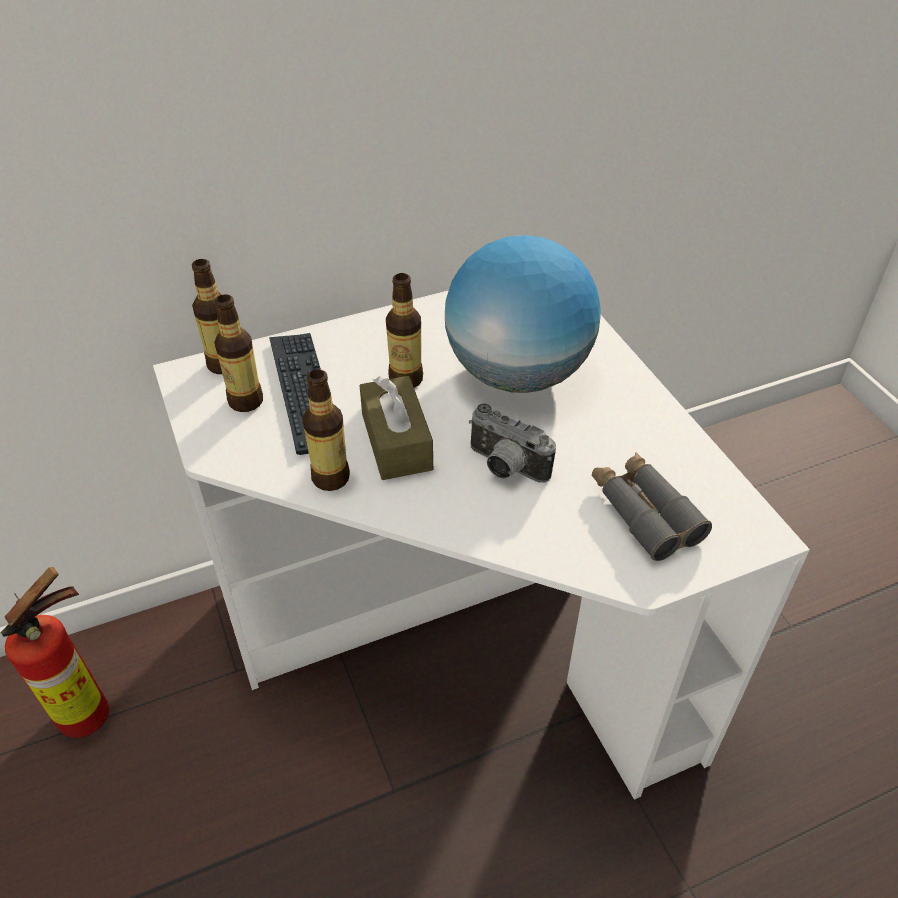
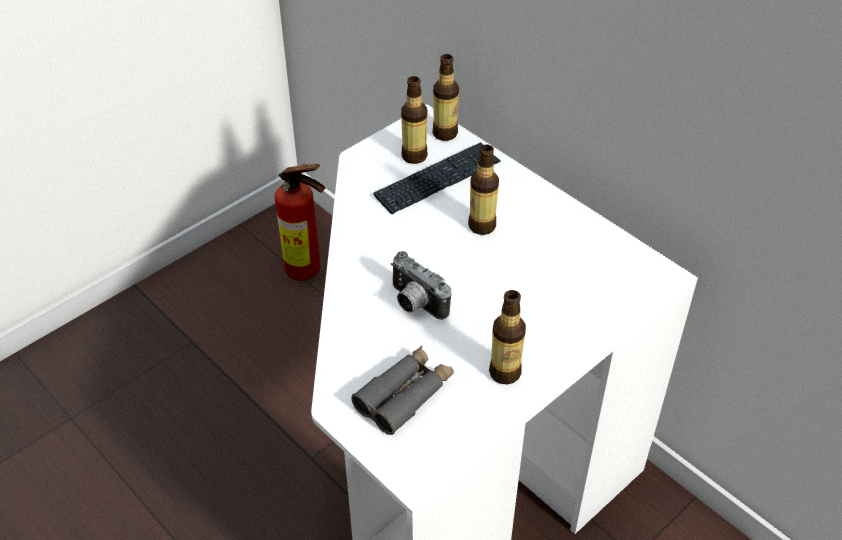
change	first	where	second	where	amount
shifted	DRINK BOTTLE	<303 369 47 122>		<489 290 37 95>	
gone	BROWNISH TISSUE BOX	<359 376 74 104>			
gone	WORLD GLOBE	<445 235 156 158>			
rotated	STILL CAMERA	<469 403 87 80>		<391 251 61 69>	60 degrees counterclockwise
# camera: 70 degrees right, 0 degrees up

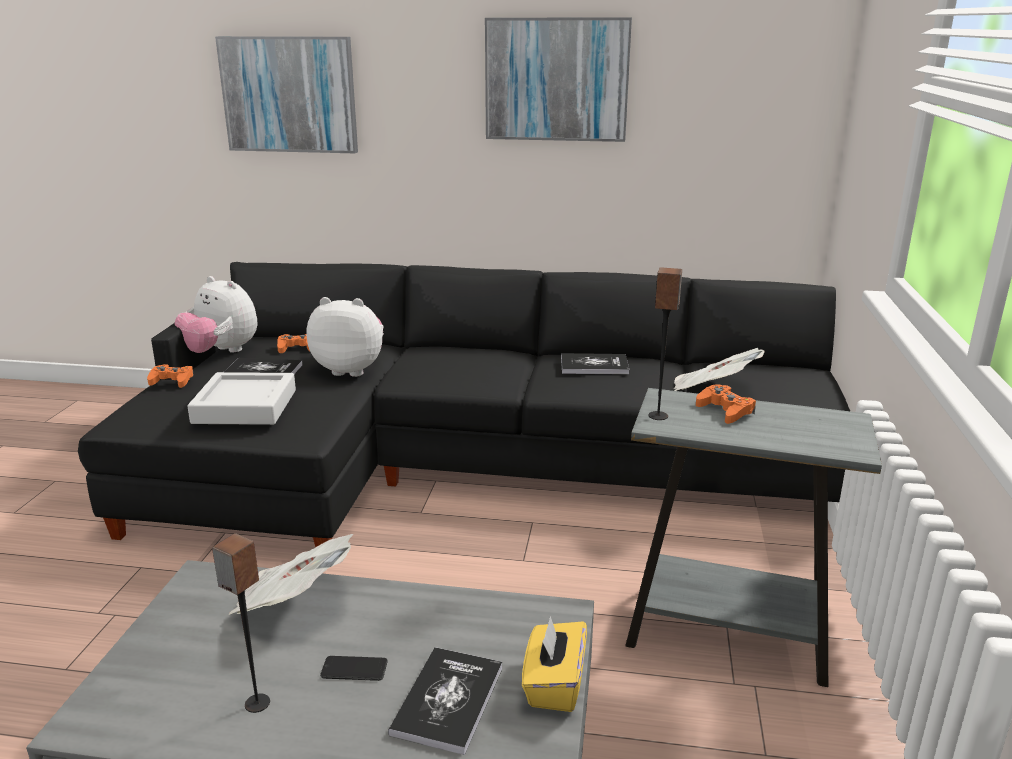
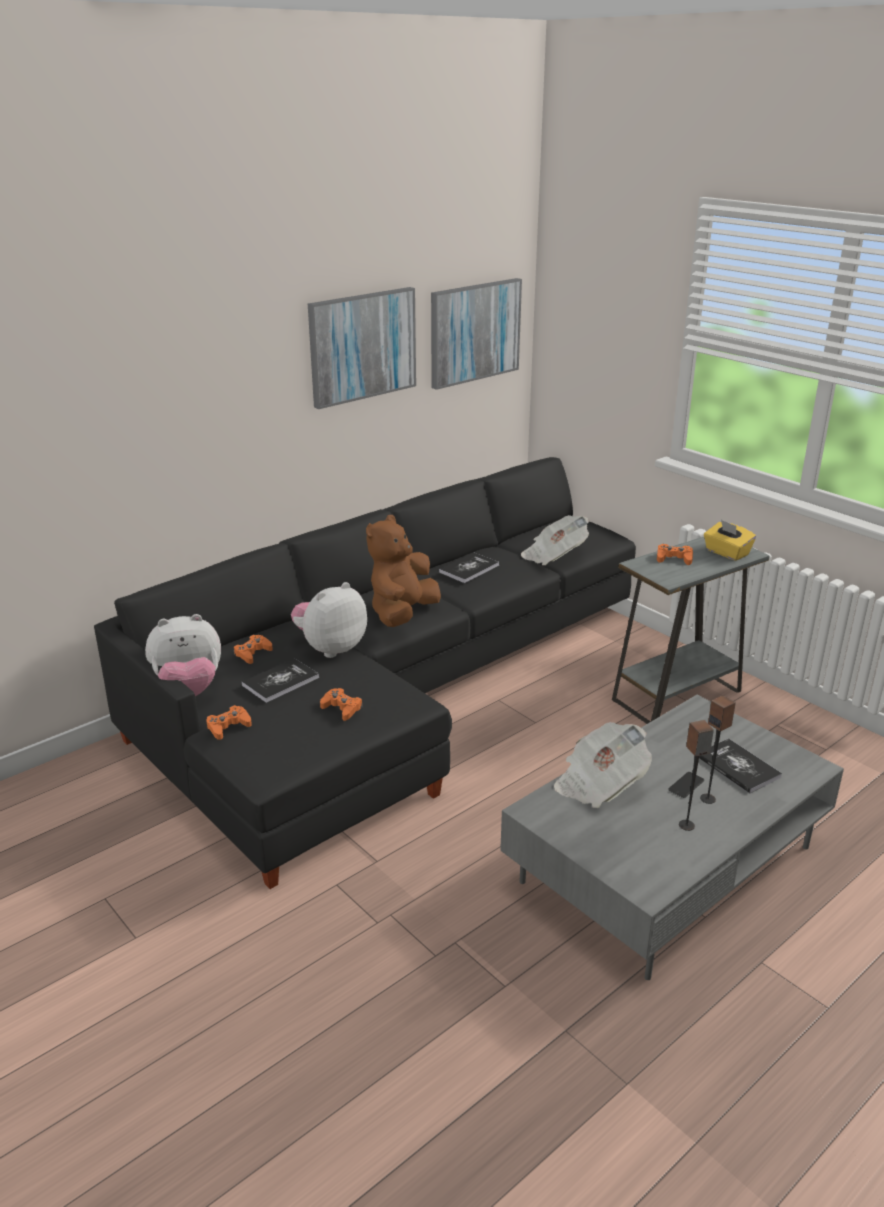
change	first	where	second	where	amount
swapped	GRAY CARRYING TRAY	<187 372 109 53>	ORANGE-COLOURED JOYPAD	<320 688 43 33>	
shifted	PICTURE	<215 36 143 117>		<431 278 91 112>	
shifted	YELLOW-COLOURED TISSUE BOX	<522 616 65 96>		<704 520 52 41>	
shifted	SPEAKER	<648 267 34 153>		<700 695 36 109>	
new			BROWNISH SOFT TOY	<366 515 75 112>	
# camera: 50 degrees left, 5 degrees up

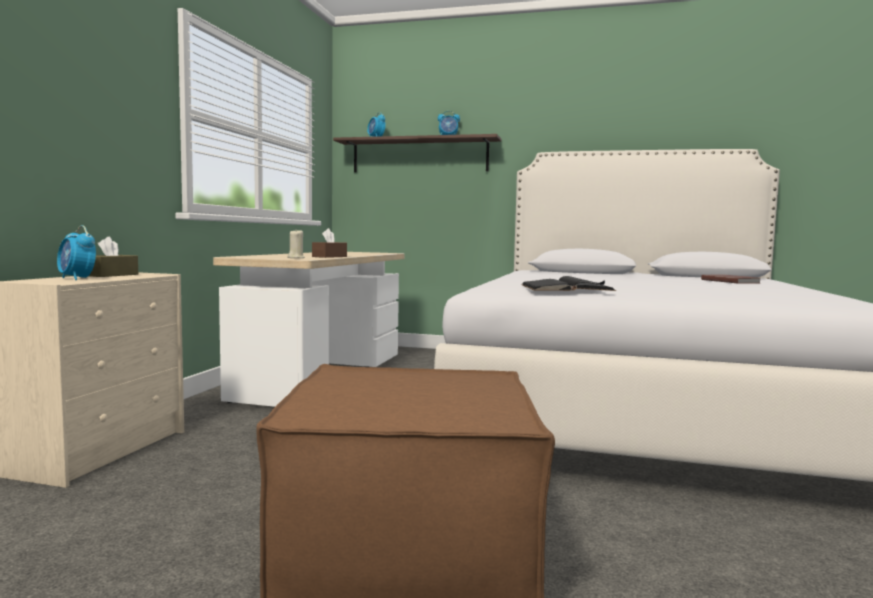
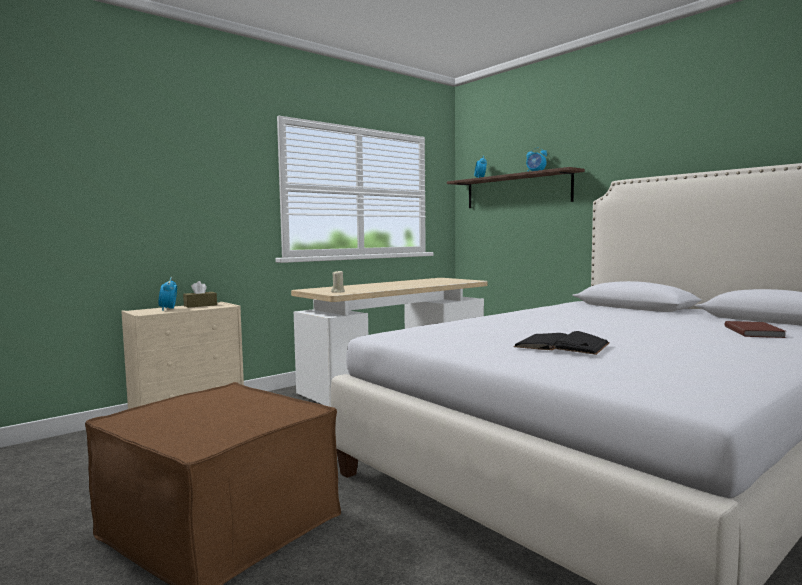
change	first	where	second	where	amount
gone	BROWNISH TISSUE BOX	<312 228 35 30>			
shifted	BLACK-COLOURED BOOK	<521 276 95 15>		<513 331 97 24>	
# camera: 35 degrees right, 0 degrees up

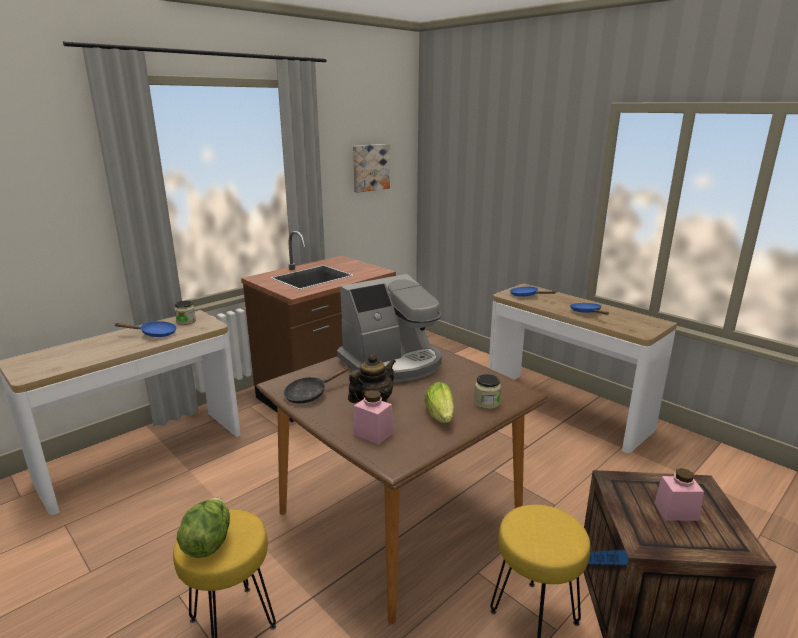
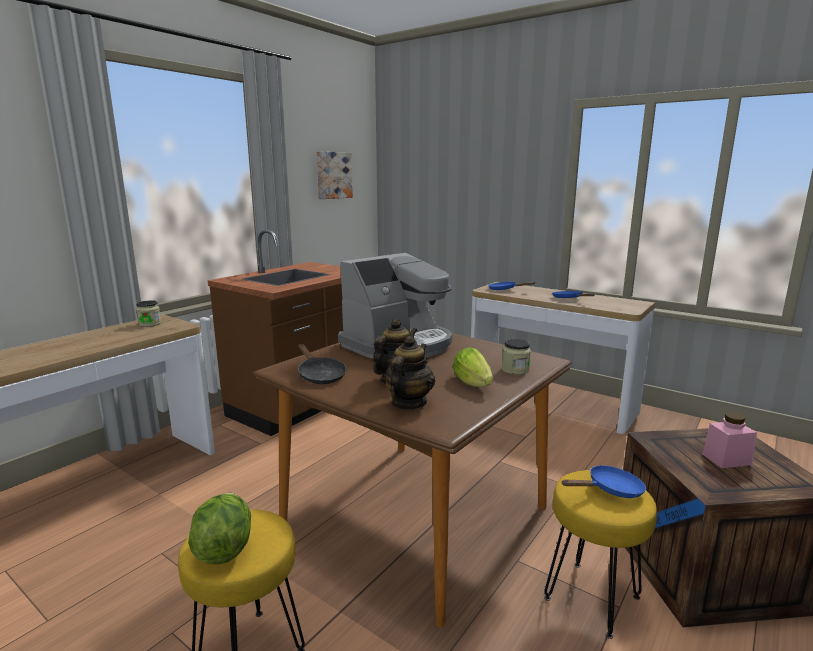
change	first	where	second	where	amount
shifted	BLUE-COLOURED FRYING PAN	<114 321 63 16>		<561 465 85 33>	
rotated	BLACK-COLOURED FRYING PAN	<284 367 64 37>		<298 344 48 40>	75 degrees counterclockwise
swapped	PINK-COLOURED JAR	<353 390 41 55>	TEAPOT	<384 336 51 73>	
# camera: 10 degrees left, 5 degrees down

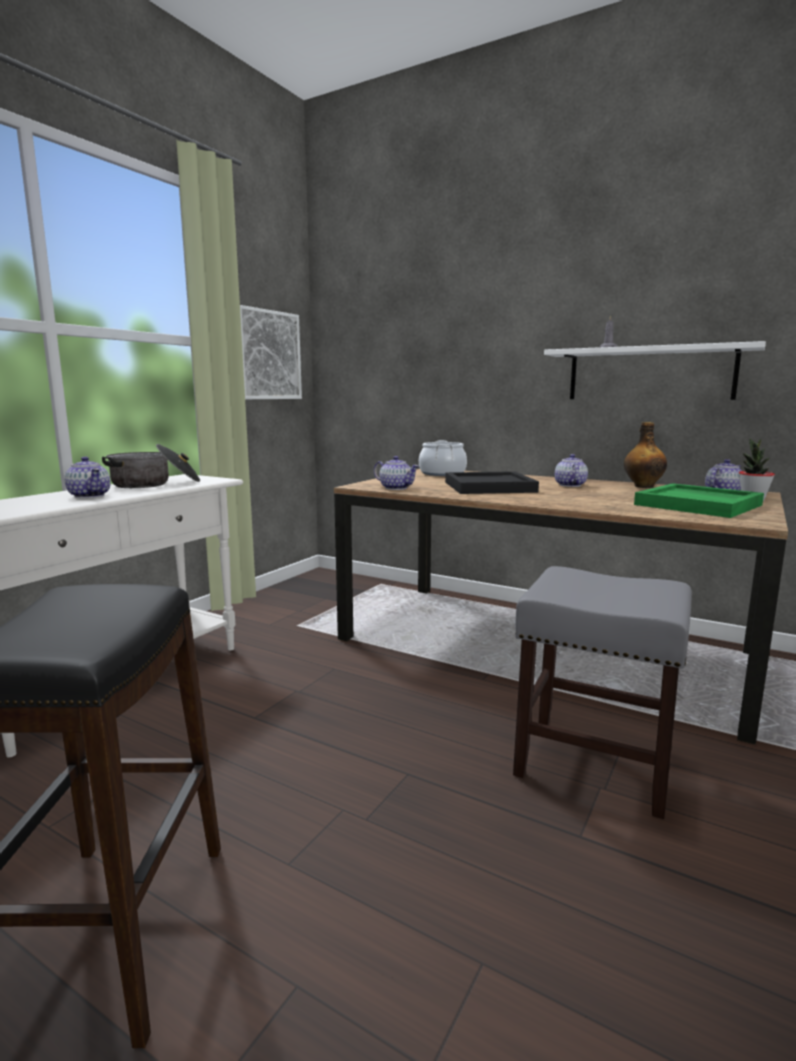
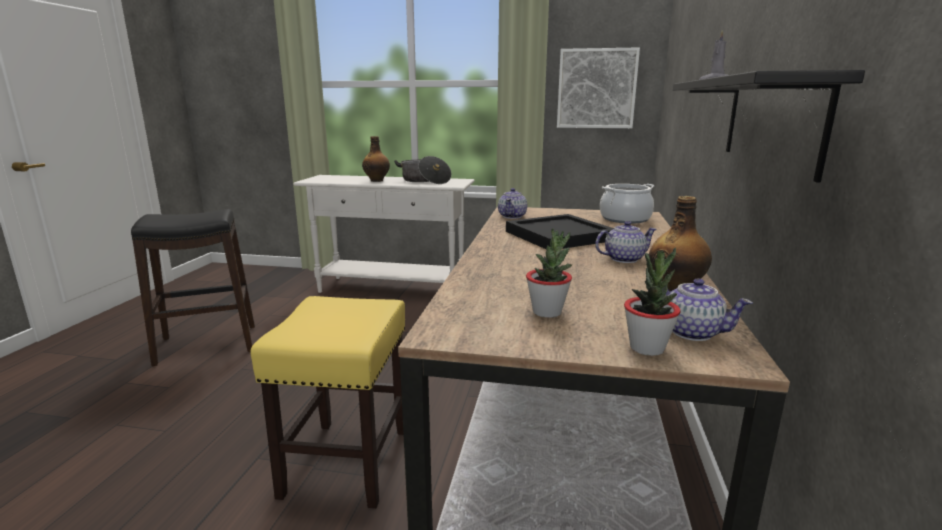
change	first	where	second	where	amount
swapped	TEAPOT	<65 457 46 41>	DRINK BOTTLE	<362 136 28 46>	
repainted	GRAY SITTING STOOL	<513 566 179 253>	YELLOW-COLOURED SITTING STOOL	<250 296 155 212>	
repainted	WHITE-COLOURED BRACKET SHELF	<544 341 222 59>	BLACK-COLOURED BRACKET SHELF	<673 70 192 113>	
swapped	GREEN CARRYING TRAY	<634 483 130 35>	PLANT IN A POT	<526 229 46 89>	
# camera: 70 degrees right, 5 degrees up

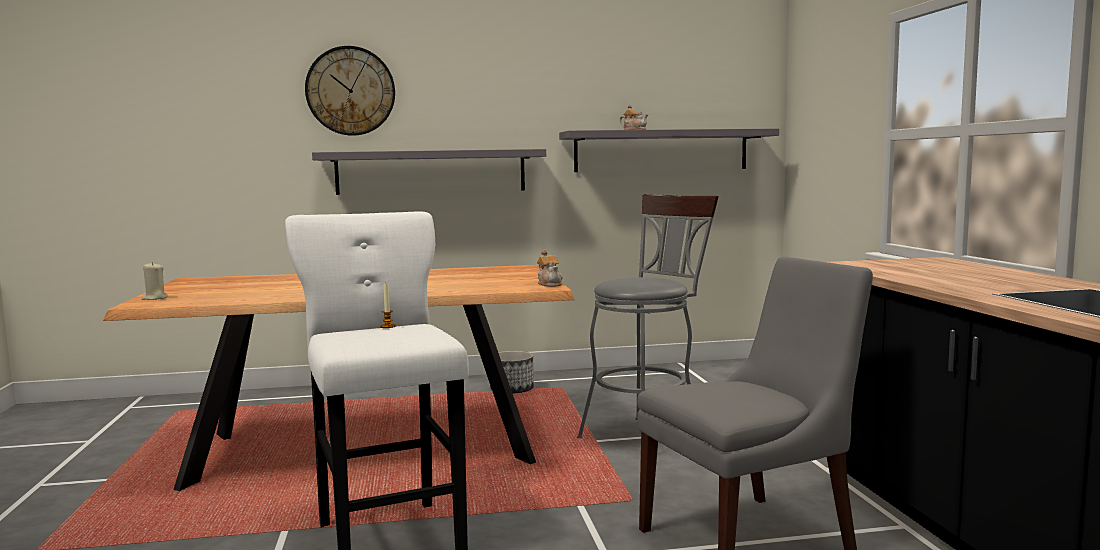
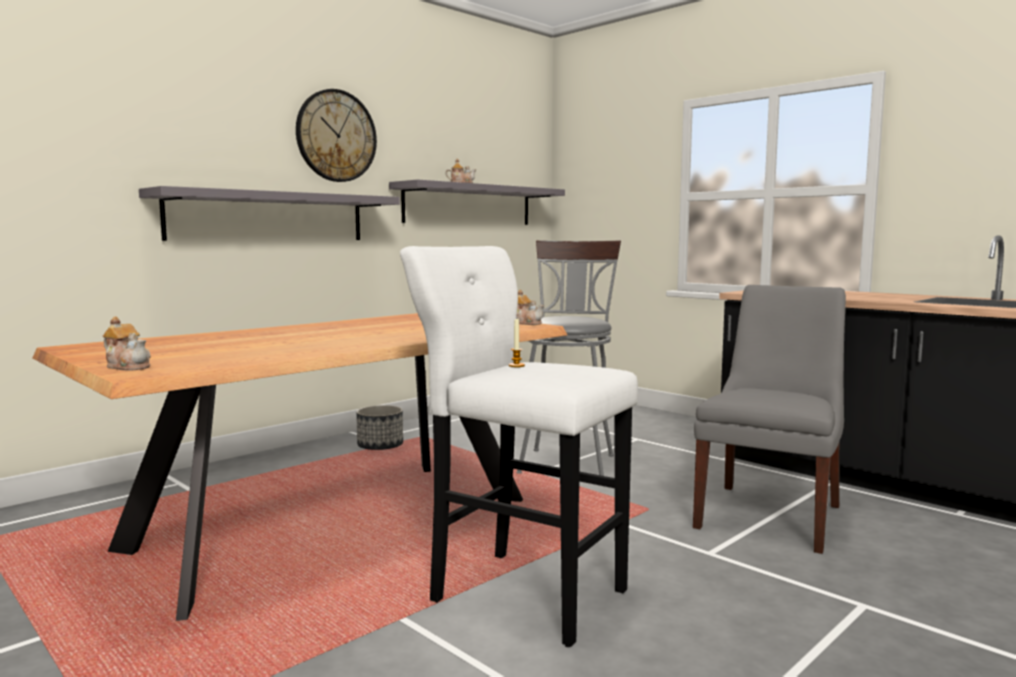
change	first	where	second	where	amount
swapped	BEIGE-COLOURED WAX LIGHT	<142 262 26 38>	TEAPOT	<103 316 48 54>	
shifted	HANGING CLOCK	<305 46 90 90>		<296 89 81 93>	
# camera: 35 degrees left, 0 degrees up

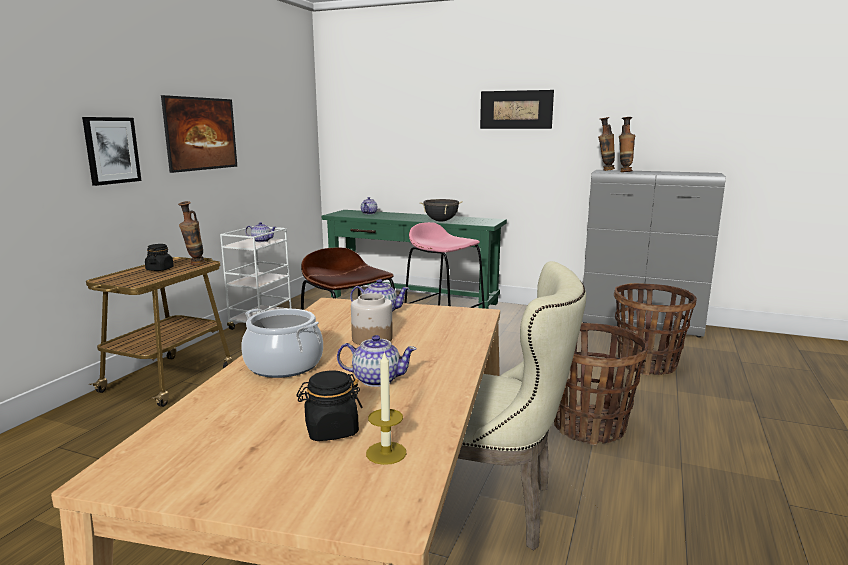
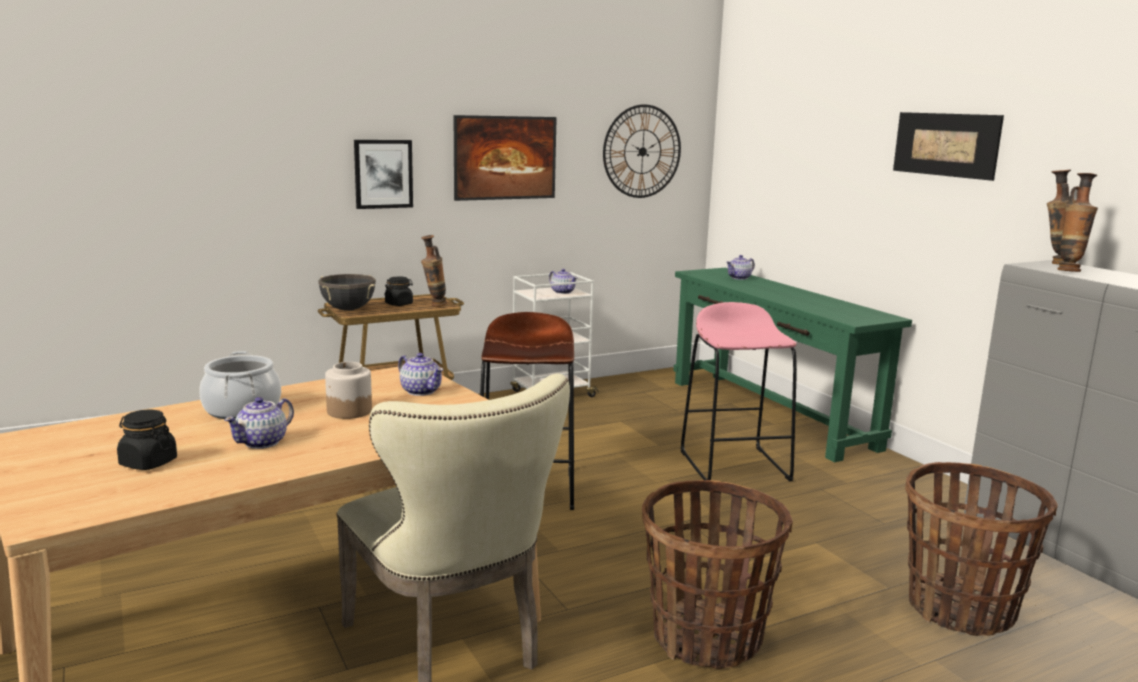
change	first	where	second	where	amount
rotated	TEAPOT	<337 335 80 52>		<224 397 70 52>	75 degrees clockwise
gone	WAX LIGHT	<366 351 41 114>			
shifted	BLACK-COLOURED STOCKPOT	<420 199 43 23>		<318 274 58 37>	
new			HANGING CLOCK	<603 104 78 94>	
# camera: 40 degrees right, 0 degrees up

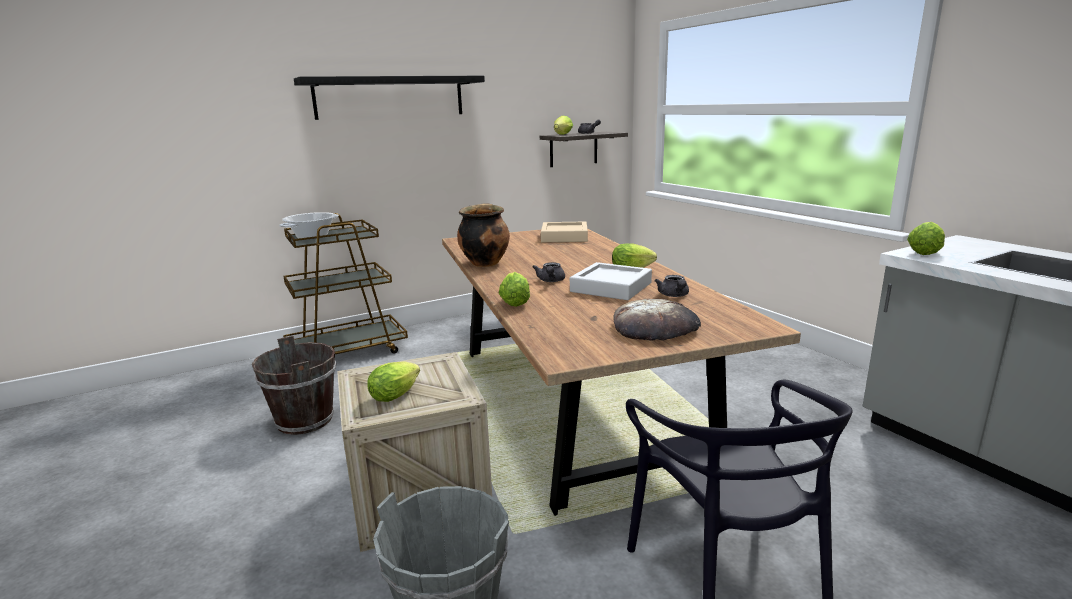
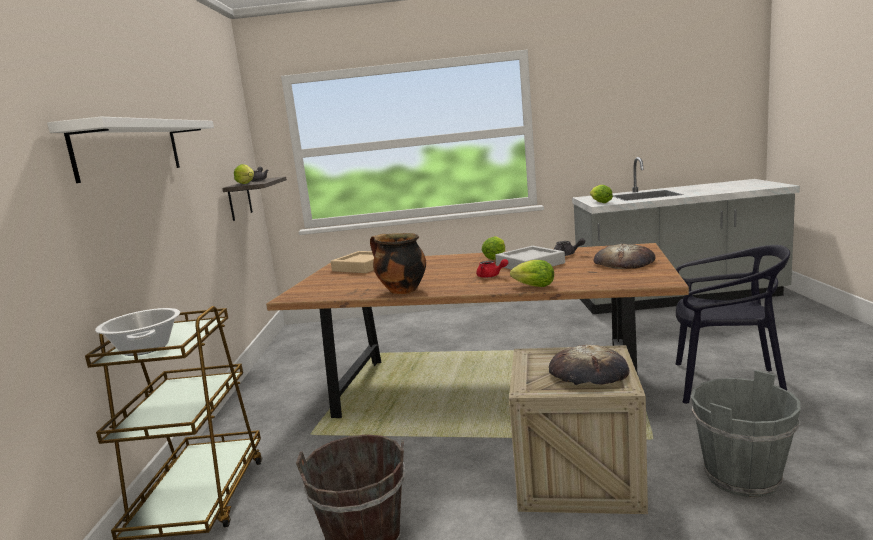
change	first	where	second	where	amount
repainted	BLACK-COLOURED BRACKET SHELF	<294 76 191 44>	WHITE-COLOURED BRACKET SHELF	<47 117 167 66>	
swapped	LETTUCE HEAD	<367 362 53 40>	BAKERY BREAD	<549 344 81 41>	
repainted	GRAY TEAPOT	<533 262 32 20>	REDDISH TEAPOT	<476 259 32 19>	
# camera: 60 degrees left, 5 degrees down

